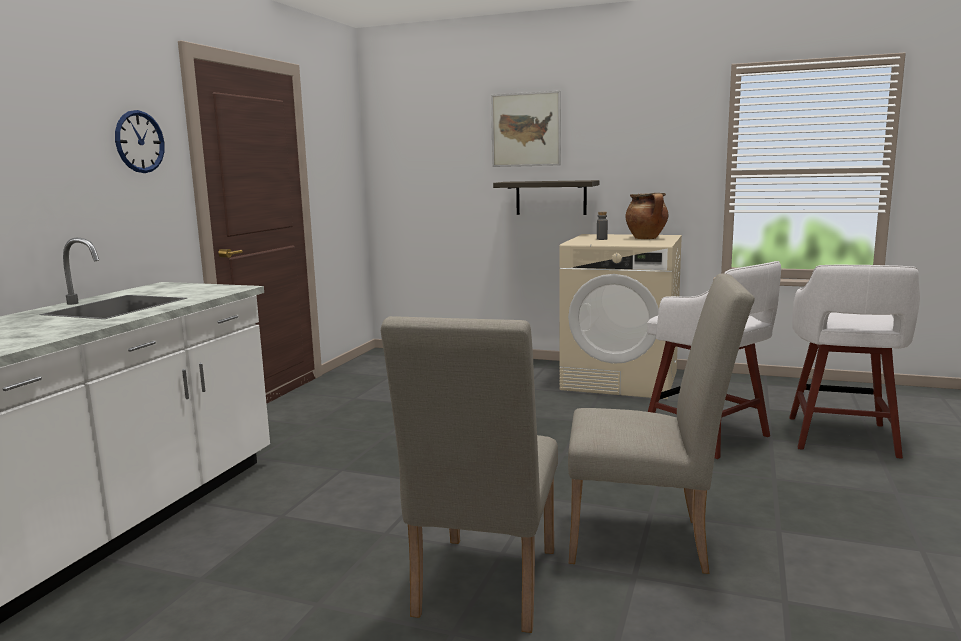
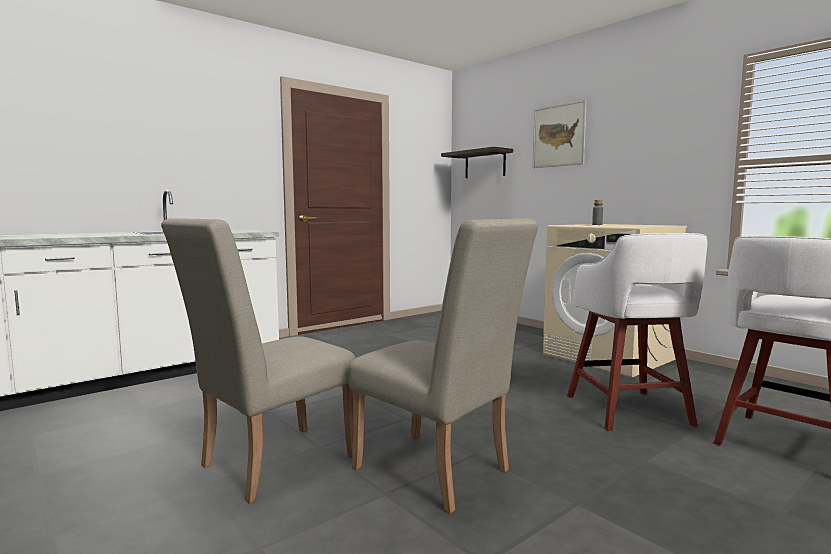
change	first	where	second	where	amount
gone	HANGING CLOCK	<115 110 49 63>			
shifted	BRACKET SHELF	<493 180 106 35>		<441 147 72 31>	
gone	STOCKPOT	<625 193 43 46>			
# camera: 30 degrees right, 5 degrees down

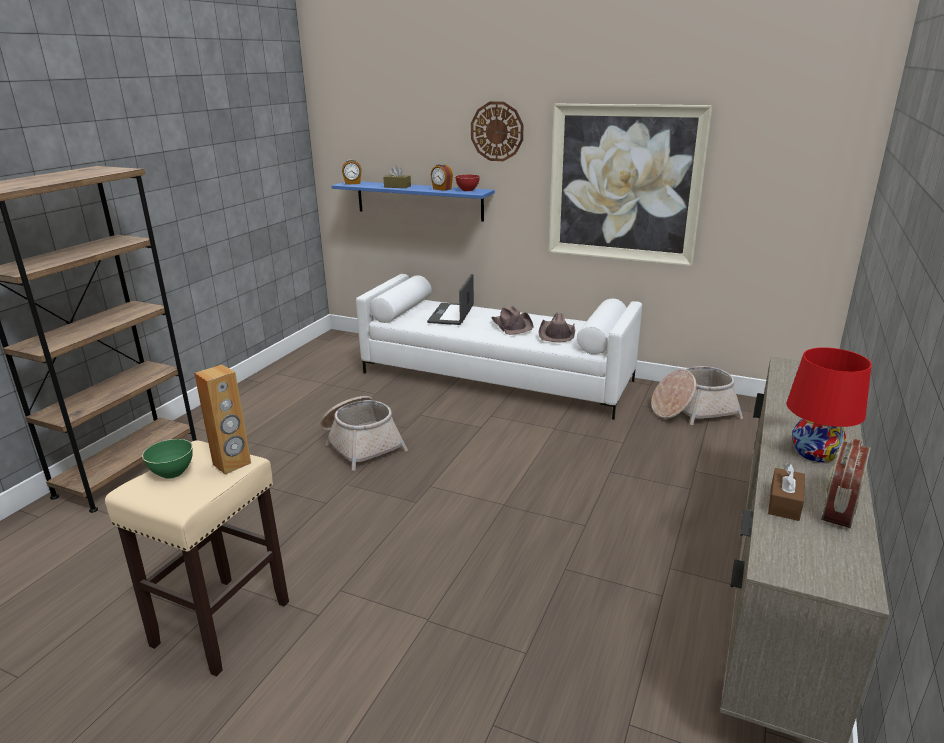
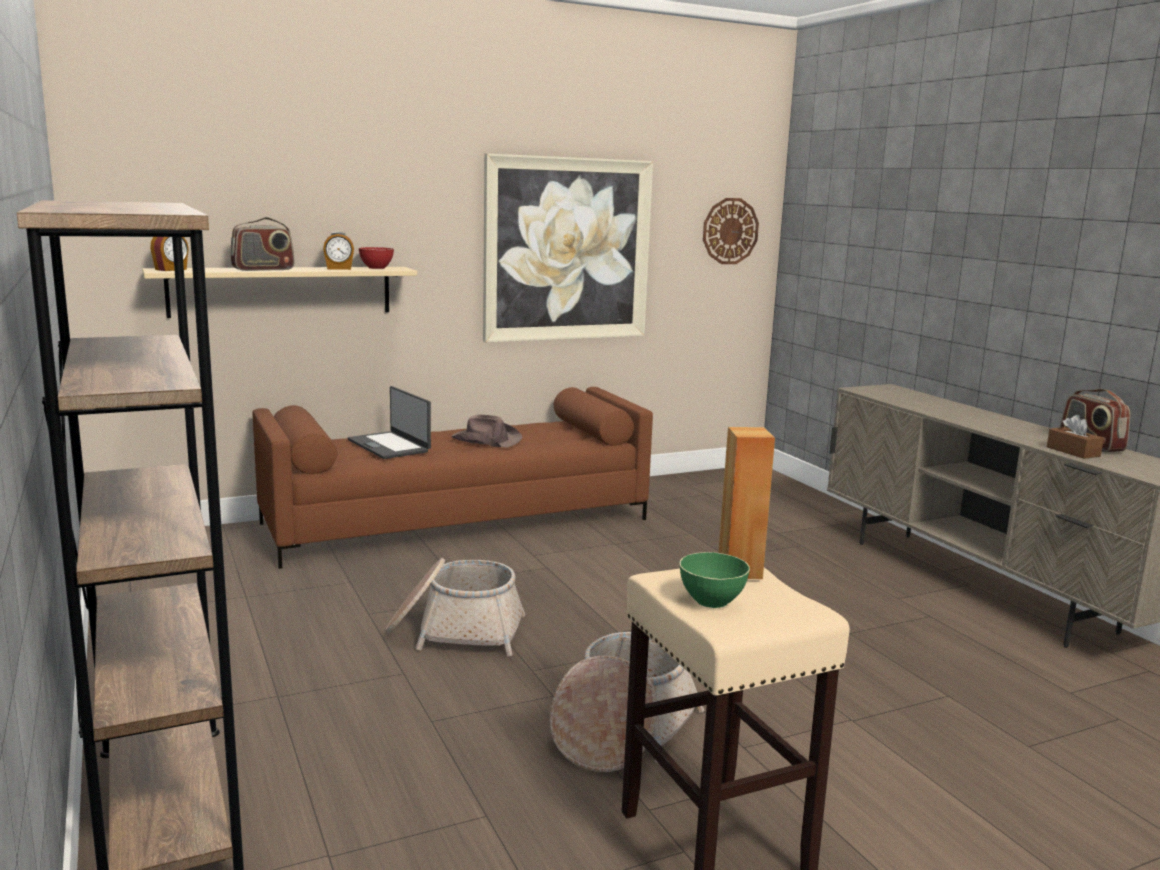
change	first	where	second	where	amount
repainted	BLUE-COLOURED BRACKET SHELF	<331 181 164 41>	BEIGE-COLOURED BRACKET SHELF	<142 267 275 51>	
repainted	WHITE-COLOURED COUCH	<356 274 286 146>	BROWNISH COUCH	<252 387 401 182>	
swapped	BROWNISH TISSUE BOX	<383 166 28 22>	RADIO RECEIVER	<231 217 63 54>	
shifted	HANGING CLOCK	<471 102 52 59>		<703 198 56 66>	
gone	BROWNISH HAT	<539 313 36 30>			
shifted	BASKET	<651 366 92 59>		<550 632 154 140>	
gone	REDDISH LAMP FOR A TABLE	<787 347 85 115>			
# camera: 50 degrees left, 10 degrees down

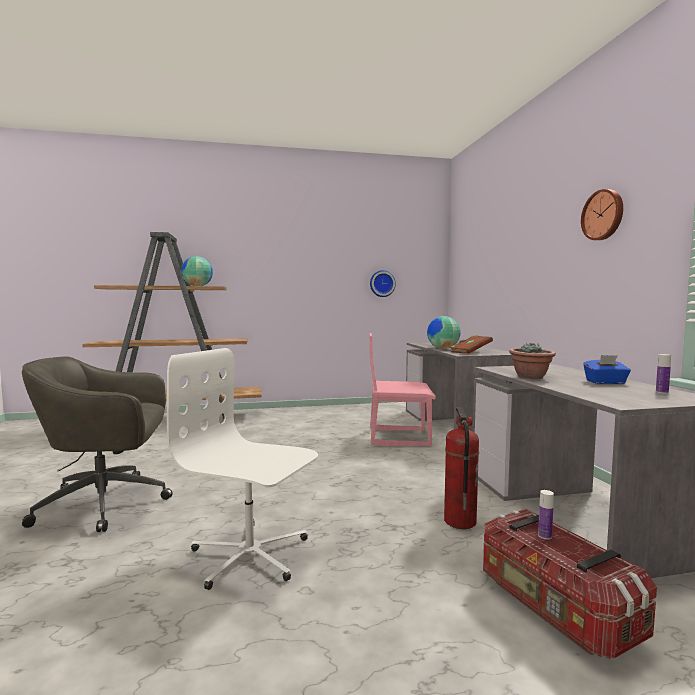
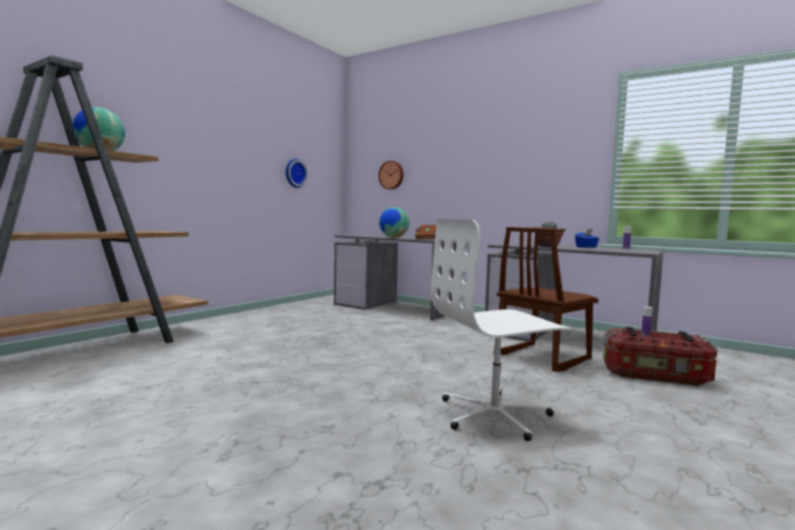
change	first	where	second	where	amount
gone	GRAY OFFICE CHAIR	<22 356 151 176>			
gone	PINK-COLOURED UPRIGHT CHAIR	<369 333 67 113>			
swapped	EXTINGUISHER	<444 407 35 122>	BROWNISH UPRIGHT CHAIR	<494 227 104 145>	
shifted	HANGING CLOCK	<581 189 42 51>		<378 161 25 28>	
# camera: 45 degrees left, 0 degrees up

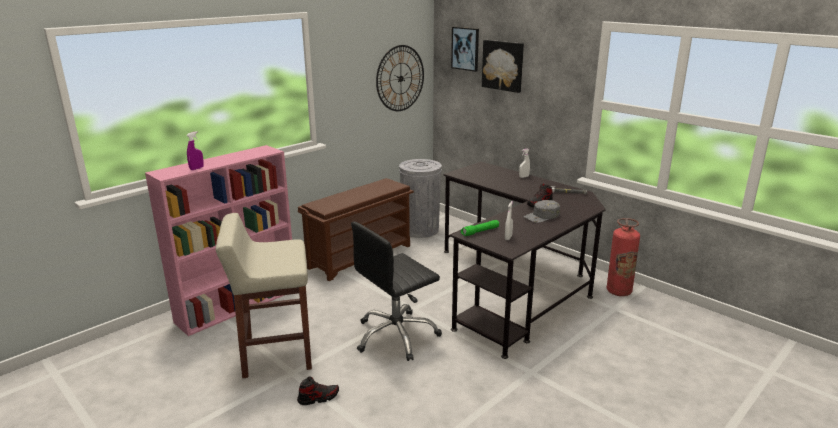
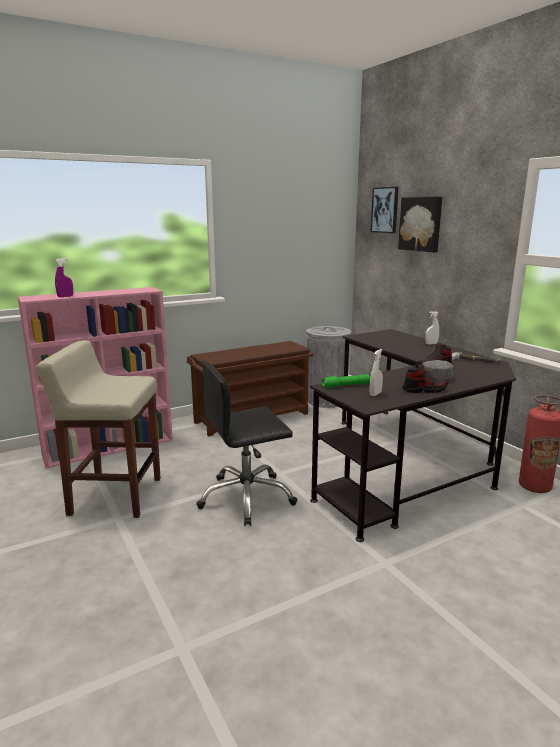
change	first	where	second	where	amount
shifted	LOW SHOE	<297 376 42 29>		<402 363 46 30>	
gone	HANGING CLOCK	<376 45 48 66>			
# camera: 15 degrees right, 5 degrees down

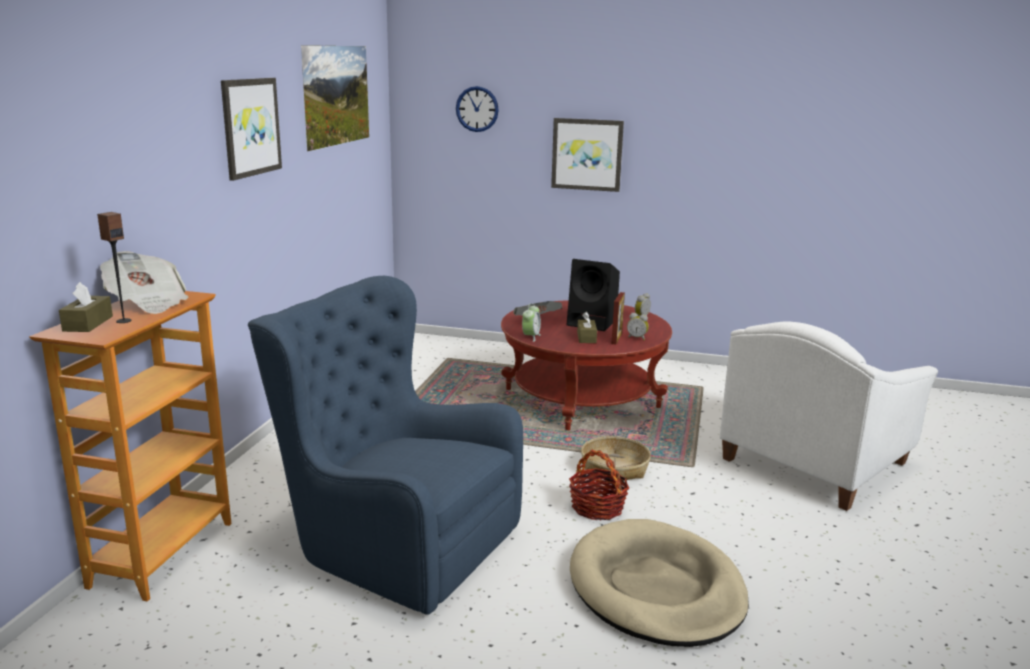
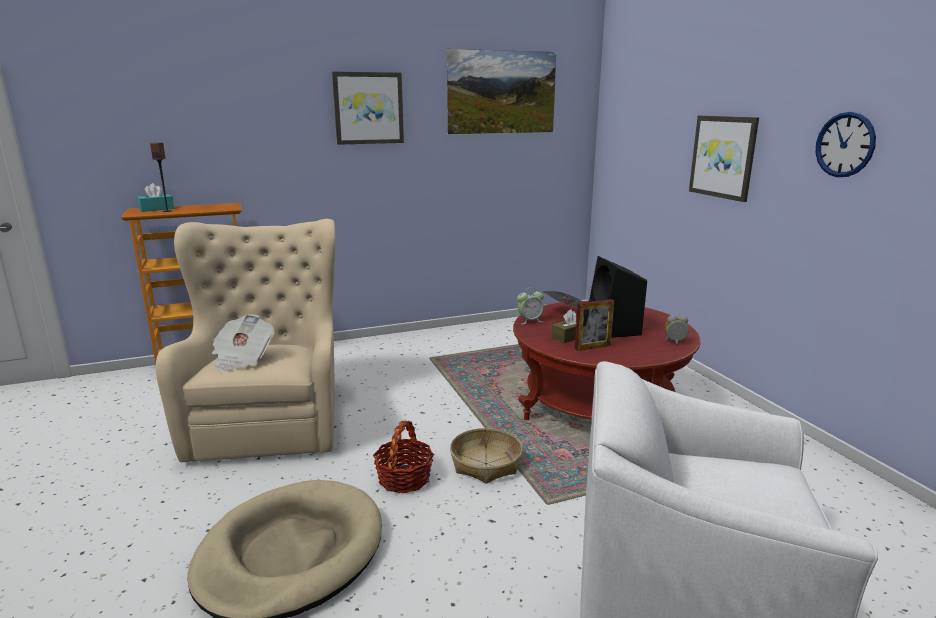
change	first	where	second	where	amount
repainted	BROWNISH TISSUE BOX	<59 282 54 50>	BLUE-GREEN TISSUE BOX	<137 183 37 29>	
shifted	DAILY PAPER	<100 251 89 63>		<212 314 62 58>	
repainted	BLUE-COLOURED EASY CHAIR	<248 276 275 339>	BEIGE-COLOURED EASY CHAIR	<156 219 180 243>	
shifted	HANGING CLOCK	<456 86 43 46>		<816 112 60 65>	
gone	ALARM CLOCK	<627 313 22 27>			
# camera: 55 degrees right, 0 degrees up

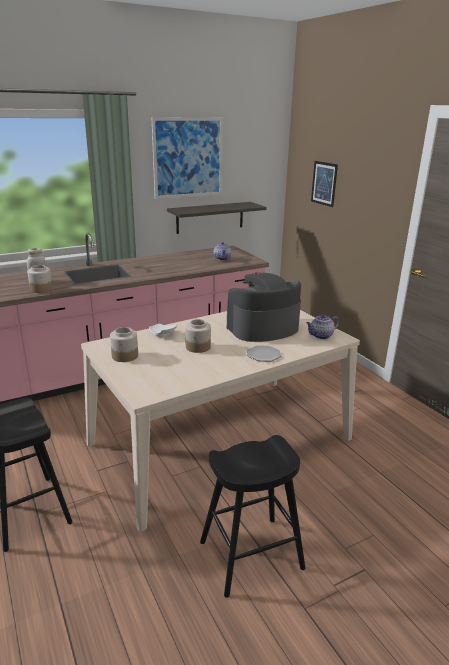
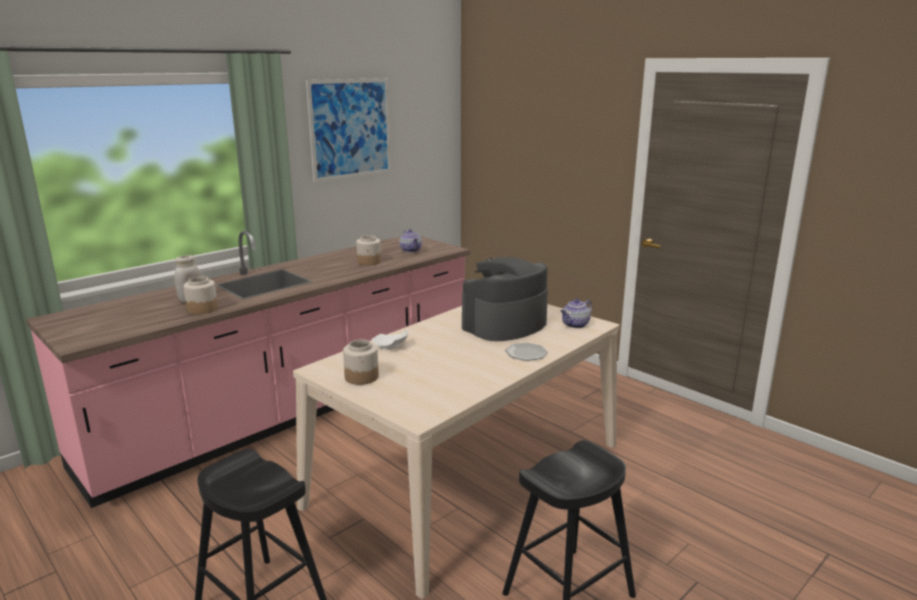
change	first	where	second	where	amount
gone	BRACKET SHELF	<167 202 100 32>			
shifted	JAR	<185 319 26 34>		<356 235 25 30>	
gone	PICTURE	<311 161 27 46>			
# camera: 15 degrees left, 5 degrees down

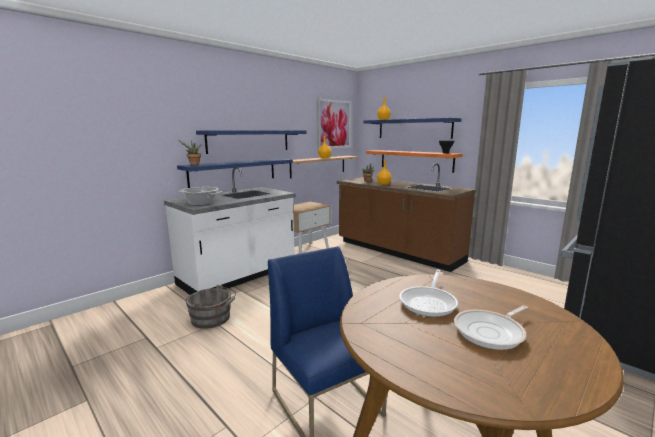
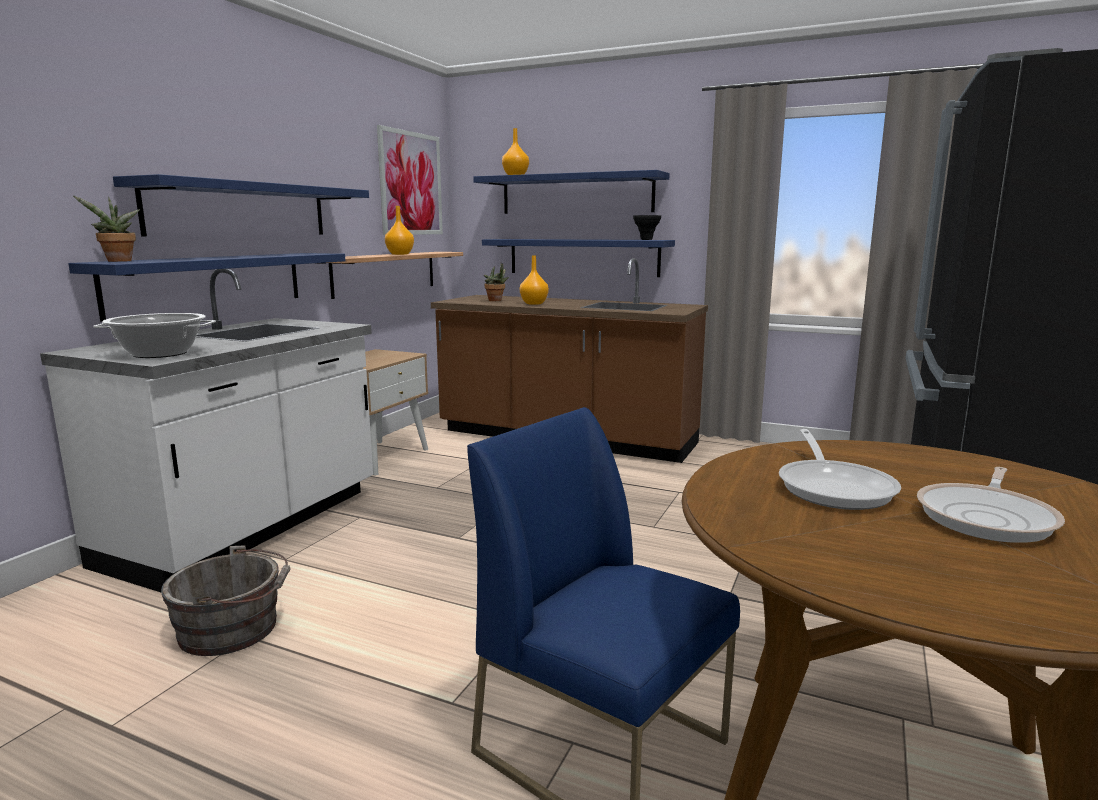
change	first	where	second	where	amount
repainted	ORANGE-COLOURED BRACKET SHELF	<366 150 97 23>	BLUE-COLOURED BRACKET SHELF	<482 239 193 38>	
# camera: 20 degrees left, 0 degrees up

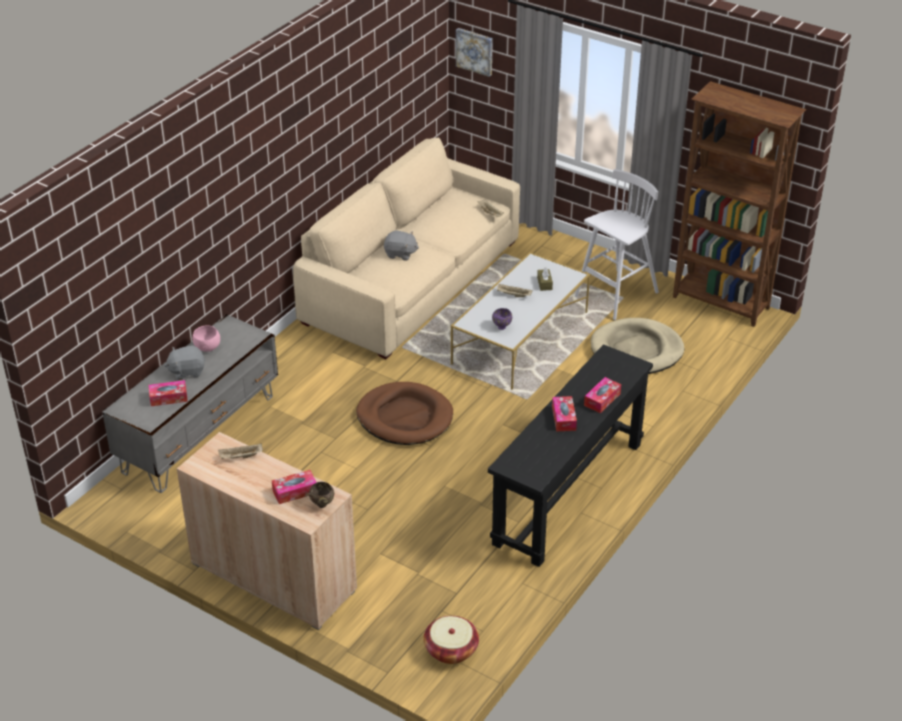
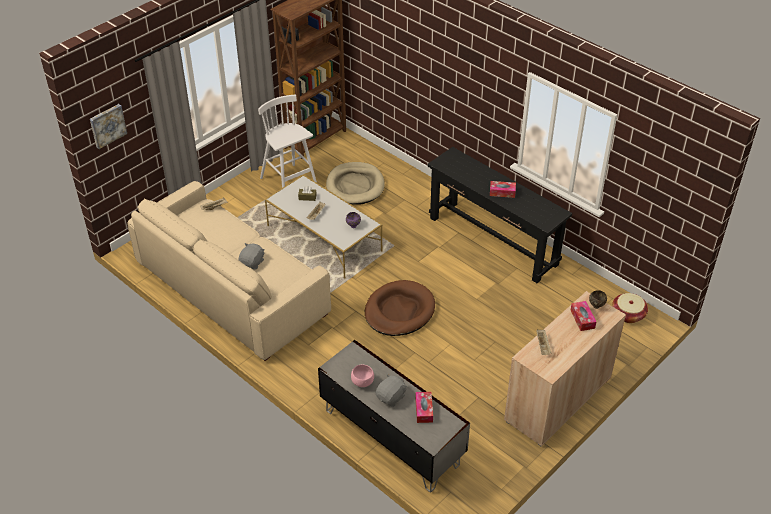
change	first	where	second	where	amount
rotated	GRAY SOFT TOY	<165 345 40 35>		<376 374 31 33>	135 degrees counterclockwise
gone	TISSUE BOX	<584 377 37 36>			
# camera: 80 degrees left, 5 degrees up

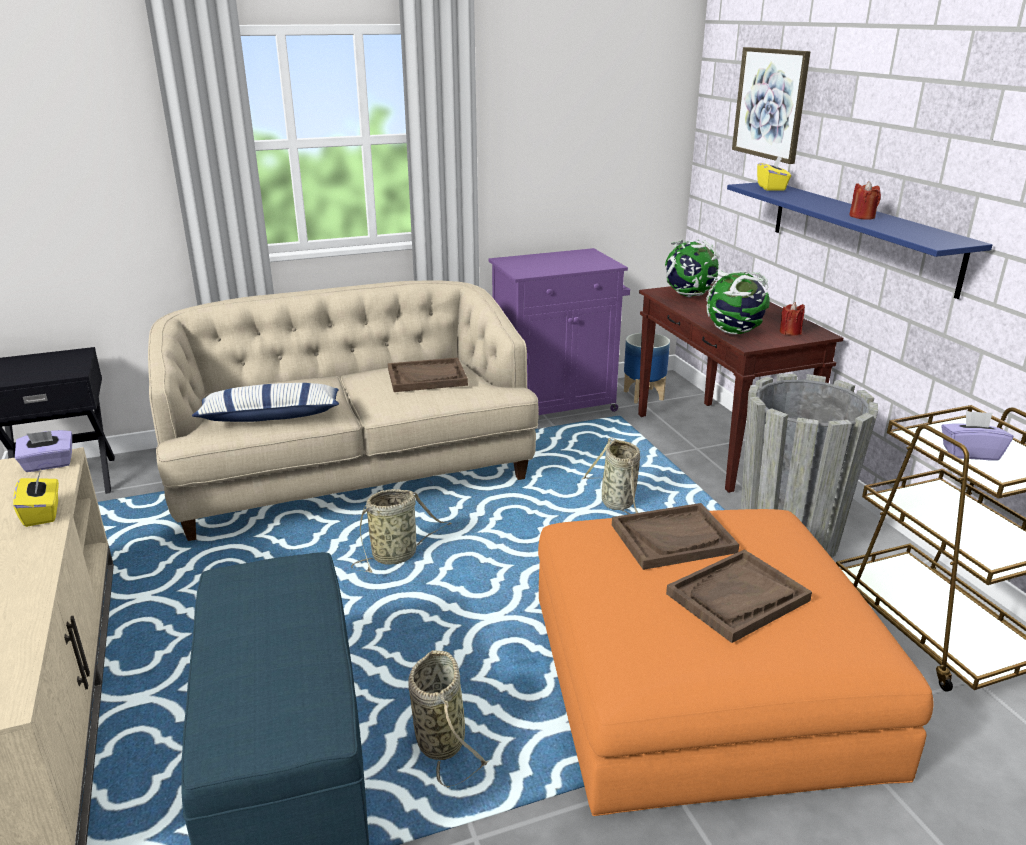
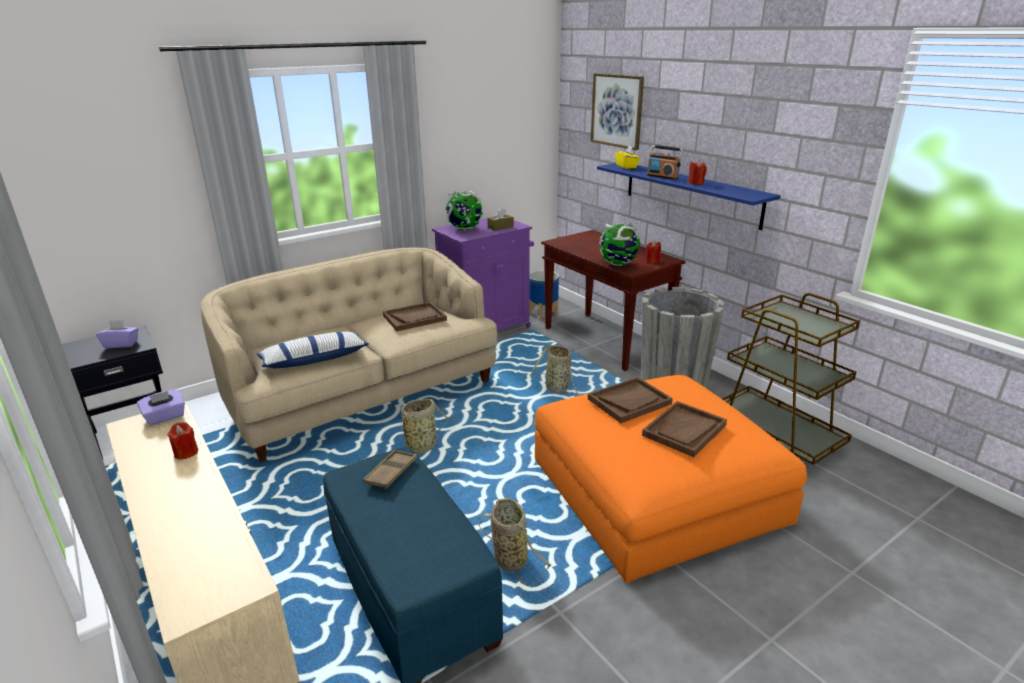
change	first	where	second	where	amount
swapped	YELLOW-COLOURED TISSUE BOX	<13 470 46 57>	REDDISH WAX LIGHT	<167 422 31 38>	
shifted	WORLD GLOBE	<665 239 54 58>		<446 191 37 40>	
shifted	PURPLE TISSUE BOX	<941 411 72 50>		<96 320 42 28>	
new			BROWNISH CARRYING TRAY	<363 450 54 39>	
new			BROWNISH TISSUE BOX	<487 208 27 23>	
new			RADIO RECEIVER	<647 145 37 35>	
# camera: 15 degrees left, 0 degrees up

